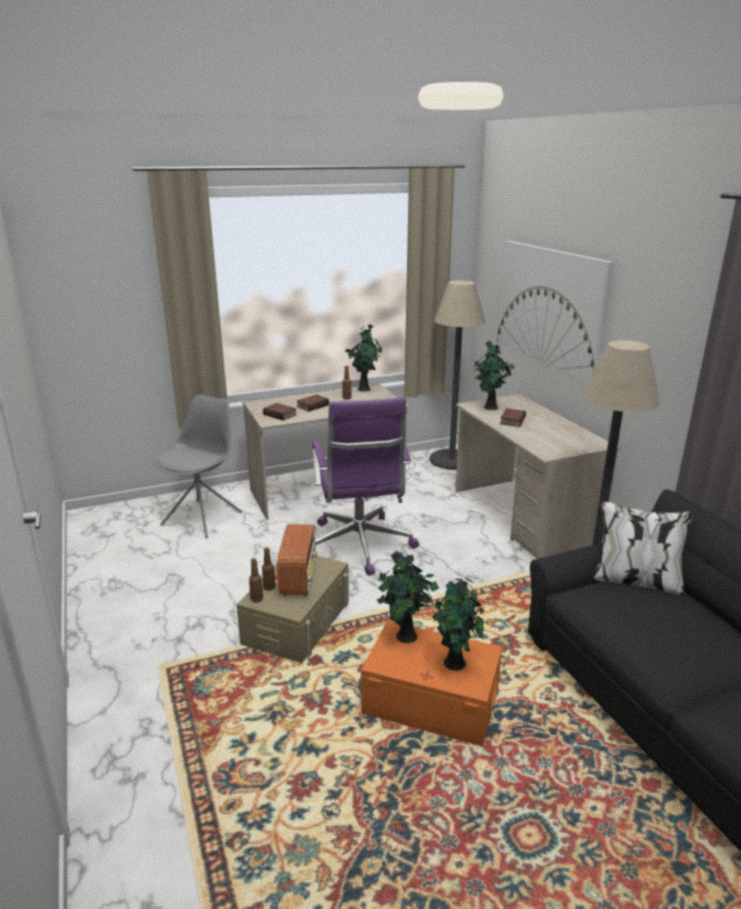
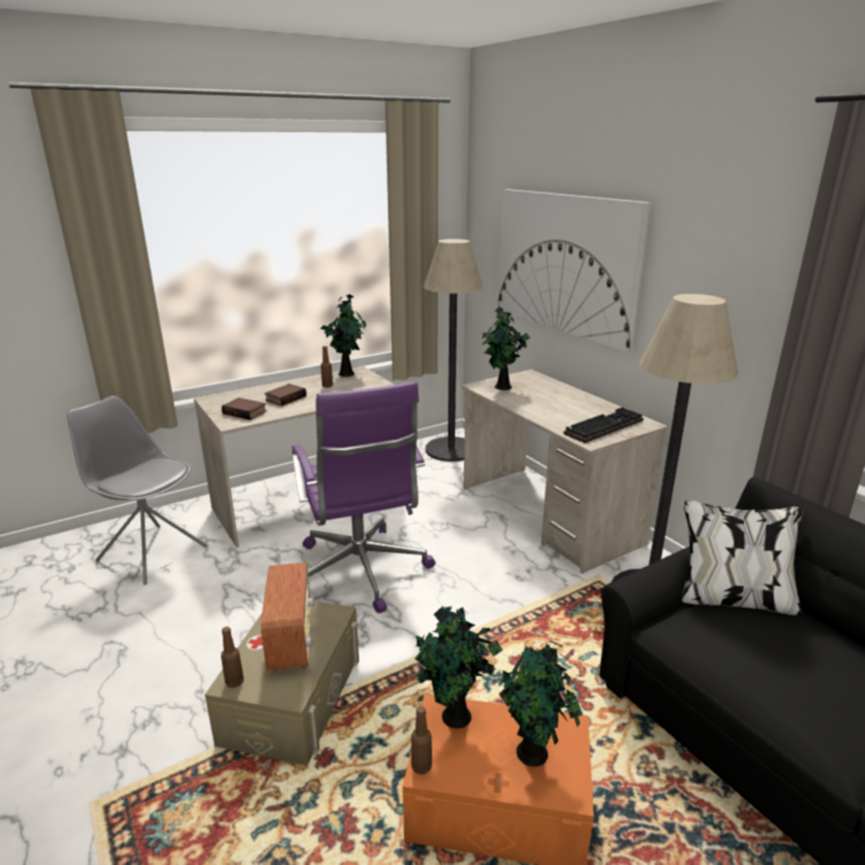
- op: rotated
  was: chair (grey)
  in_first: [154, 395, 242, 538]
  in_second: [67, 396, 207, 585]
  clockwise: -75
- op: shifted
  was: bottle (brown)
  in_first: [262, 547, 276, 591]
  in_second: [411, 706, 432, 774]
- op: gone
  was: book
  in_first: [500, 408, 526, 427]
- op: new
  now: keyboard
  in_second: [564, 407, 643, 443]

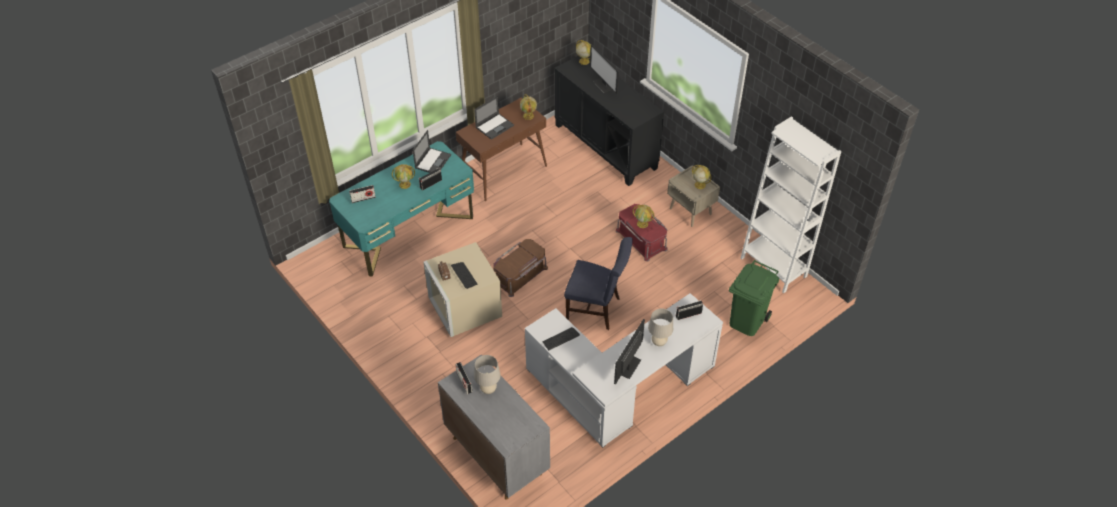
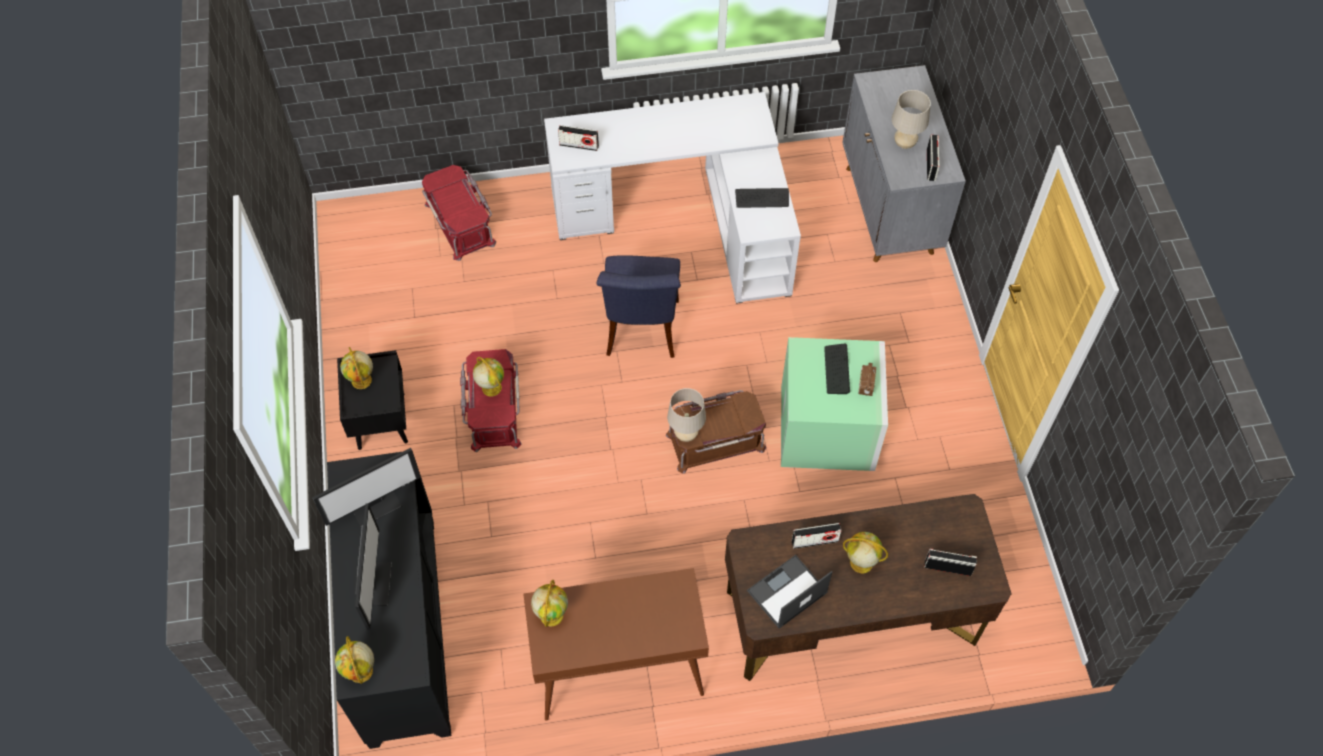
- op: repainted
  was: desk (turquoise)
  now: desk (brown)
  in_first: [329, 141, 474, 277]
  in_second: [725, 494, 1012, 681]
- op: repainted
  was: storage box (beige)
  now: storage box (green)
  in_first: [424, 242, 502, 337]
  in_second: [781, 337, 888, 471]
- op: gone
  was: laptop
  in_first: [474, 96, 514, 140]
- op: rotated
  was: chair (blue)
  in_first: [564, 237, 633, 330]
  in_second: [596, 255, 681, 358]
  clockwise: -135
- op: shifted
  was: monitor
  in_first: [614, 319, 645, 384]
  in_second: [312, 448, 421, 527]
- op: shifted
  was: table lamp (beige)
  in_first: [648, 309, 673, 346]
  in_second: [667, 388, 706, 442]
- op: repainted
  was: nightstand (beige)
  now: nightstand (black)
  in_first: [667, 165, 720, 227]
  in_second: [337, 350, 408, 450]
- op: swapped
  was: trash can (green)
  now: storage box (red)
  in_first: [729, 260, 779, 336]
  in_second: [422, 165, 496, 261]
- op: gone
  was: bookcase (white)
  in_first: [741, 116, 841, 294]

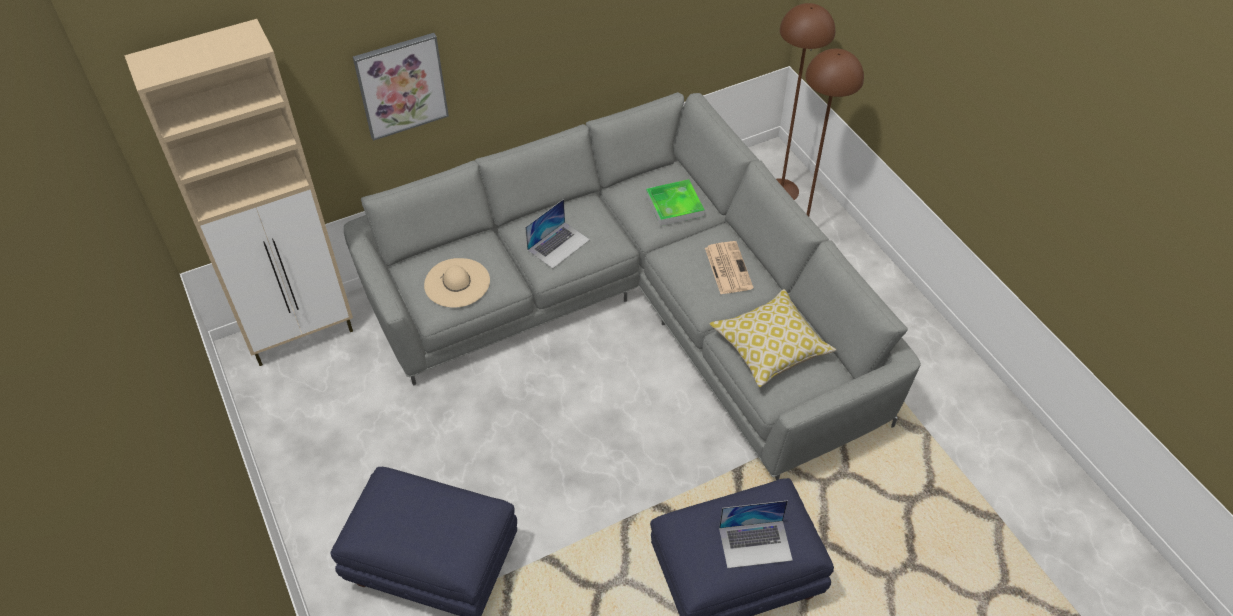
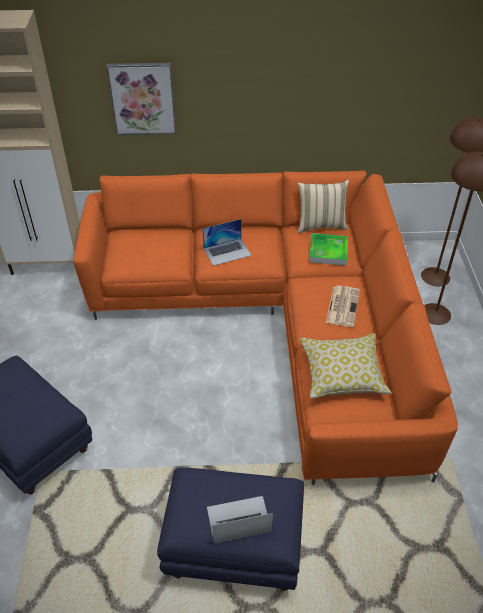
- op: repainted
  was: sofa (grey)
  now: sofa (orange)
  in_first: [344, 92, 921, 480]
  in_second: [73, 170, 458, 485]
- op: gone
  was: hat (beige)
  in_first: [424, 258, 490, 308]
- op: rotated
  was: laptop
  in_first: [719, 500, 793, 568]
  in_second: [207, 496, 273, 543]
  clockwise: 150
- op: new
  now: pillow (beige)
  in_second: [298, 180, 349, 233]

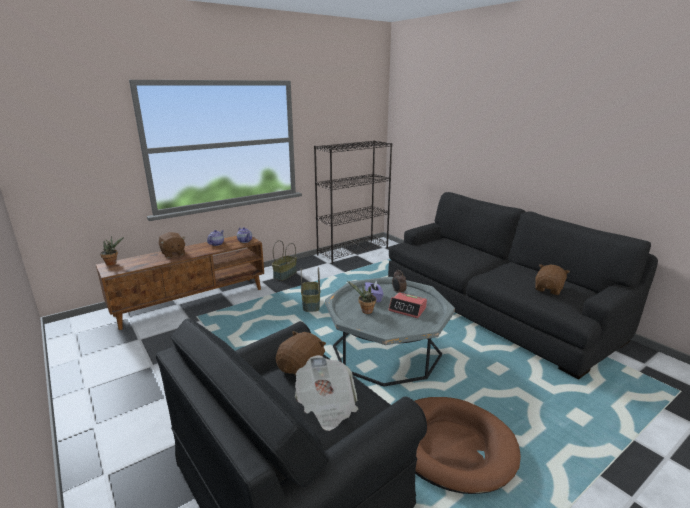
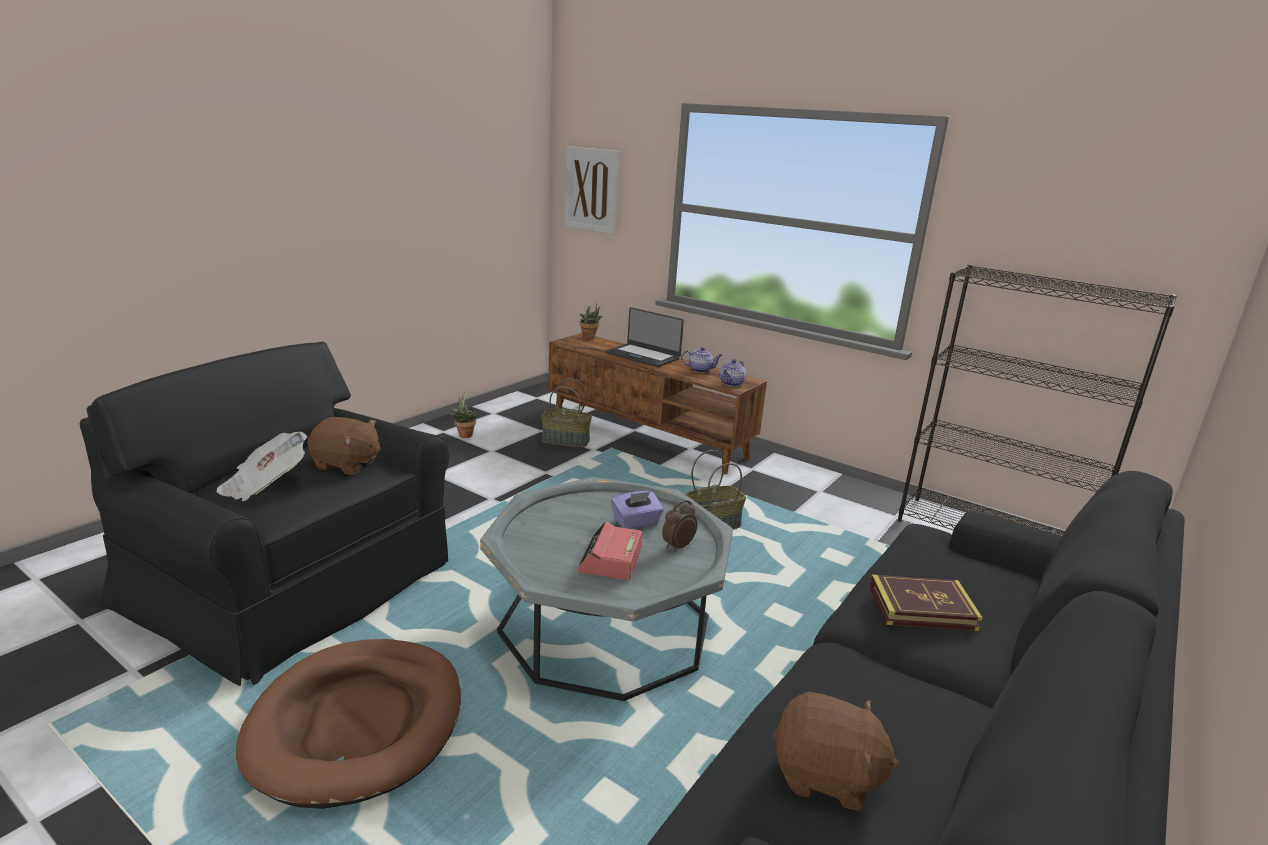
- op: swapped
  was: plush toy (brown)
  now: laptop
  in_first: [159, 232, 186, 258]
  in_second: [605, 307, 684, 367]
- op: shifted
  was: basket
  in_first: [272, 240, 297, 281]
  in_second: [541, 378, 592, 447]
- op: shifted
  was: potted plant
  in_first: [347, 281, 376, 314]
  in_second: [450, 391, 478, 438]
- op: new
  now: picture
  in_second: [564, 146, 620, 235]
- op: new
  now: book
  in_second: [869, 575, 983, 631]

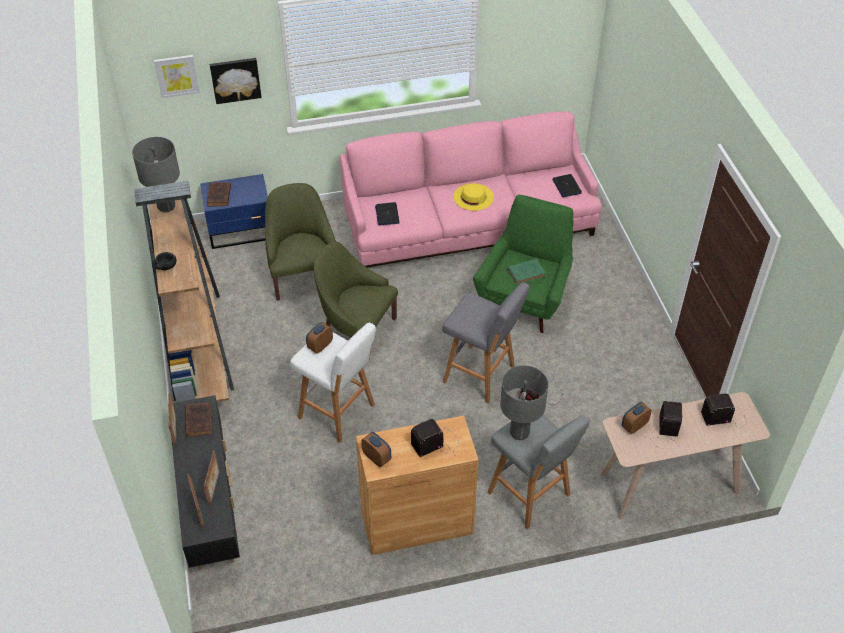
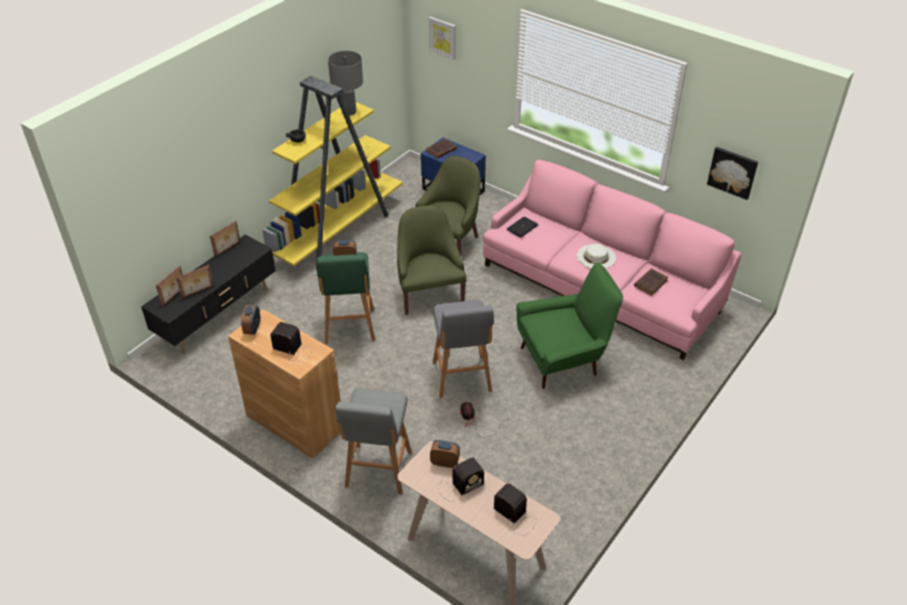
- op: repainted
  was: bookcase (brown)
  now: bookcase (yellow)
  in_first: [134, 181, 234, 402]
  in_second: [262, 76, 403, 269]
- op: shifted
  was: book (brown)
  in_first: [186, 402, 212, 437]
  in_second: [634, 268, 668, 296]
- op: shifted
  was: picture
  in_first: [210, 58, 262, 104]
  in_second: [707, 147, 758, 200]
- op: repainted
  was: stool (white)
  now: stool (green)
  in_first: [290, 323, 376, 443]
  in_second: [317, 252, 375, 344]
- op: repainted
  was: hat (yellow)
  now: hat (white)
  in_first: [453, 183, 494, 211]
  in_second: [577, 244, 616, 269]
- op: gone
  was: table lamp (grey)
  in_first: [500, 365, 548, 440]
- op: gone
  was: book (green)
  in_first: [507, 259, 546, 285]
- op: gone
  was: laptop
  in_first: [552, 174, 582, 197]

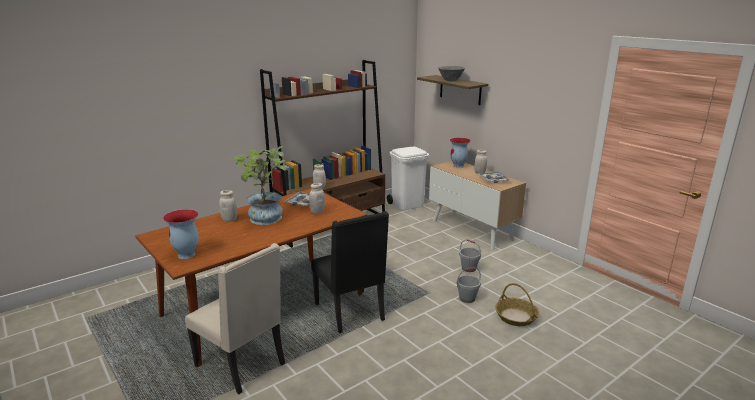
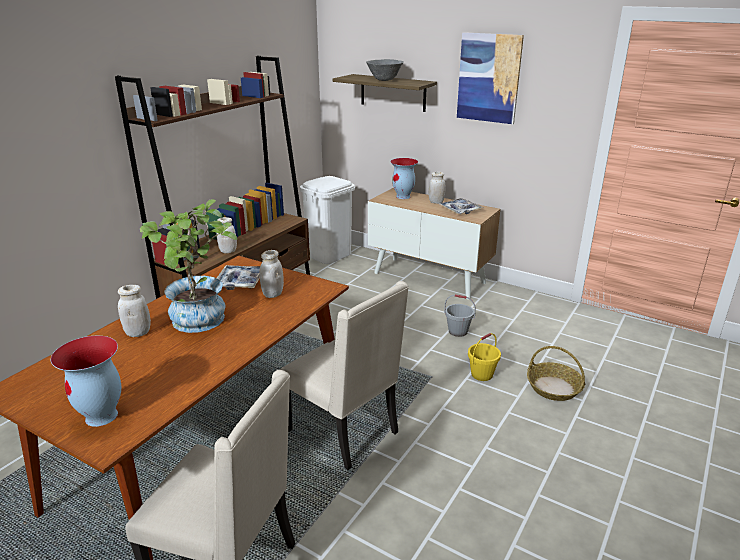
- op: repainted
  was: chair (black)
  now: chair (beige)
  in_first: [311, 211, 389, 333]
  in_second: [280, 281, 409, 470]
- op: repainted
  was: bucket (grey)
  now: bucket (yellow)
  in_first: [456, 267, 481, 303]
  in_second: [468, 333, 501, 381]
- op: new
  now: picture
  in_second: [457, 32, 524, 124]

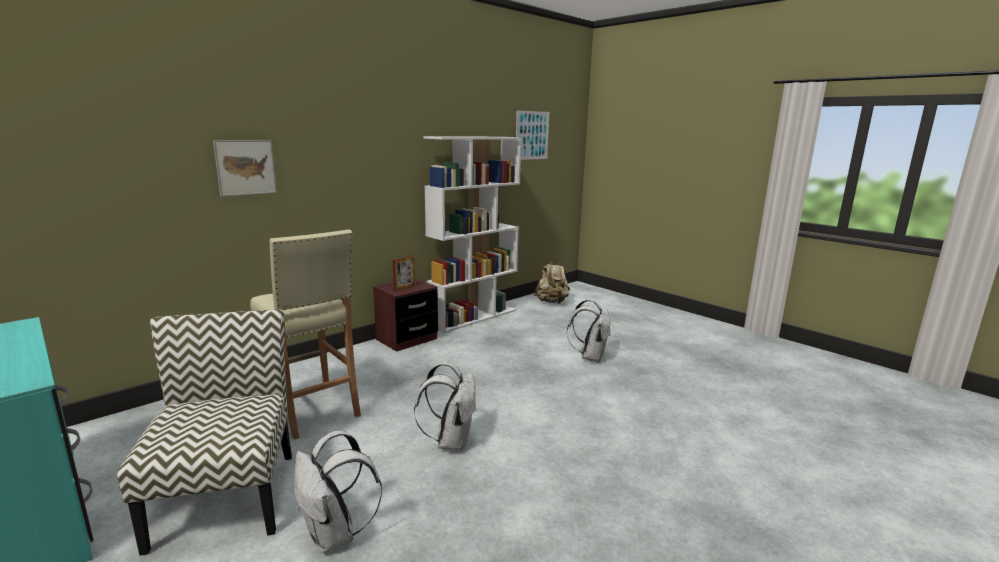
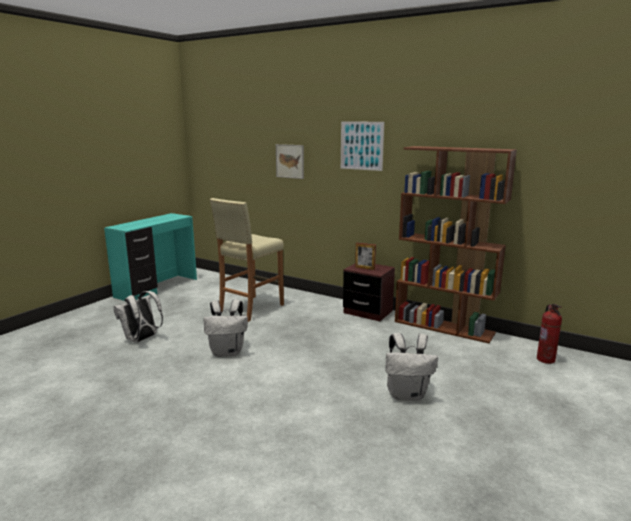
- op: gone
  was: chair
  in_first: [117, 309, 292, 556]
- op: repainted
  was: bookcase (white)
  now: bookcase (brown)
  in_first: [423, 136, 522, 333]
  in_second: [395, 146, 517, 344]
- op: shifted
  was: picture
  in_first: [516, 110, 549, 160]
  in_second: [341, 121, 384, 171]
- op: swapped
  was: backpack (beige)
  now: fire extinguisher
  in_first: [534, 259, 570, 304]
  in_second: [537, 304, 562, 364]

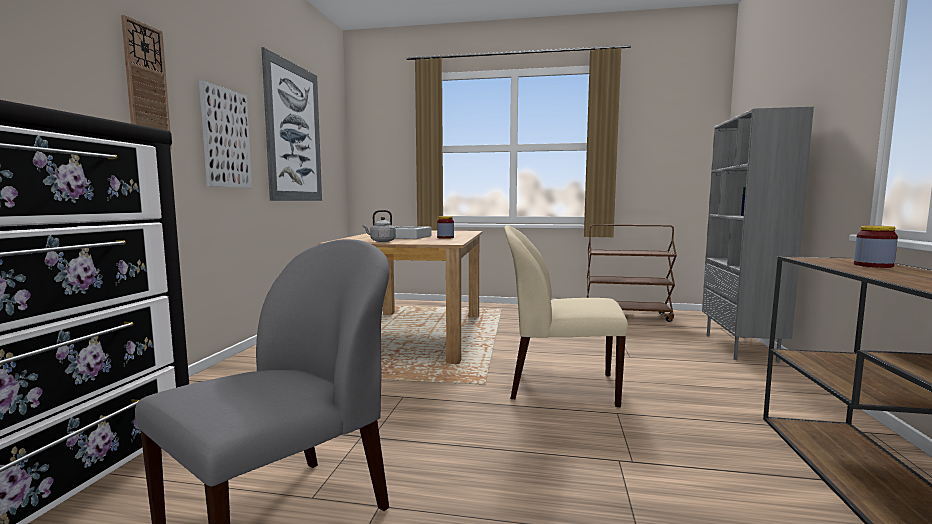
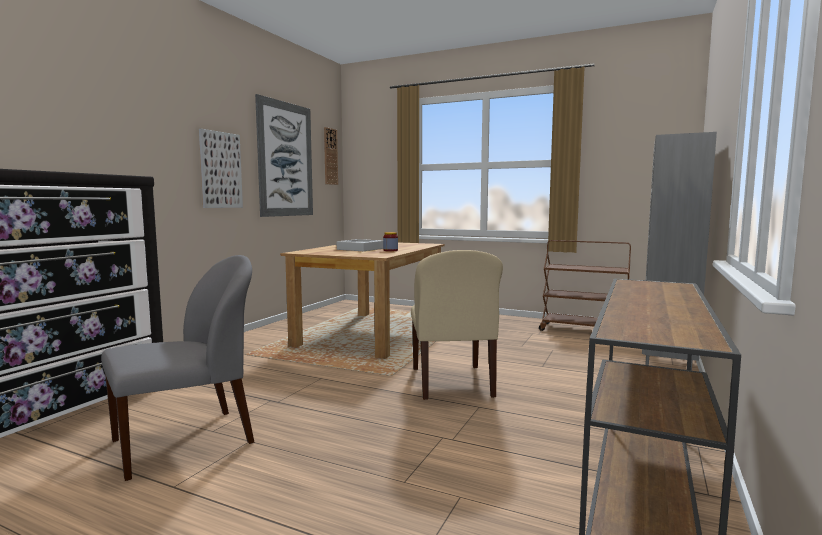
- op: shifted
  was: wall clock
  in_first: [121, 15, 172, 149]
  in_second: [324, 127, 338, 185]
- op: gone
  was: kettle (grey)
  in_first: [362, 210, 396, 242]
- op: rotated
  was: chair (beige)
  in_first: [504, 225, 628, 407]
  in_second: [411, 250, 503, 400]
  clockwise: -120
- op: gone
  was: jar
  in_first: [854, 226, 898, 268]

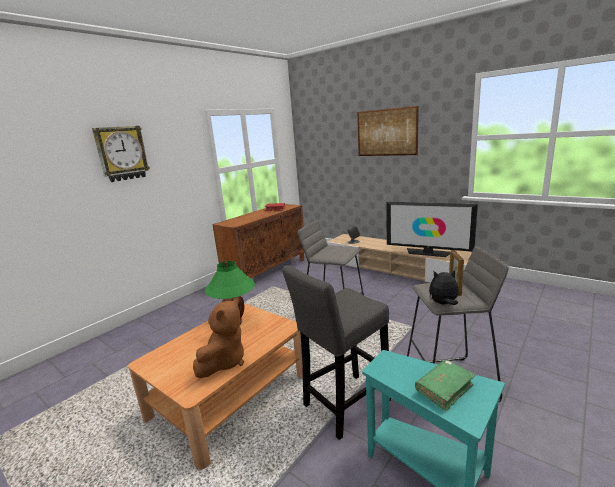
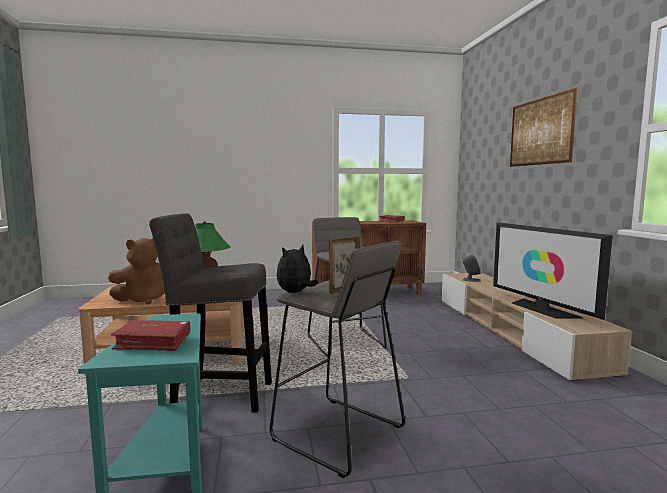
- op: gone
  was: wall clock
  in_first: [92, 126, 150, 182]
- op: repainted
  was: book (green)
  now: book (red)
  in_first: [415, 360, 475, 411]
  in_second: [111, 320, 190, 351]
- op: rotated
  was: plush toy
  in_first: [429, 270, 459, 305]
  in_second: [277, 245, 318, 293]
  clockwise: -90

